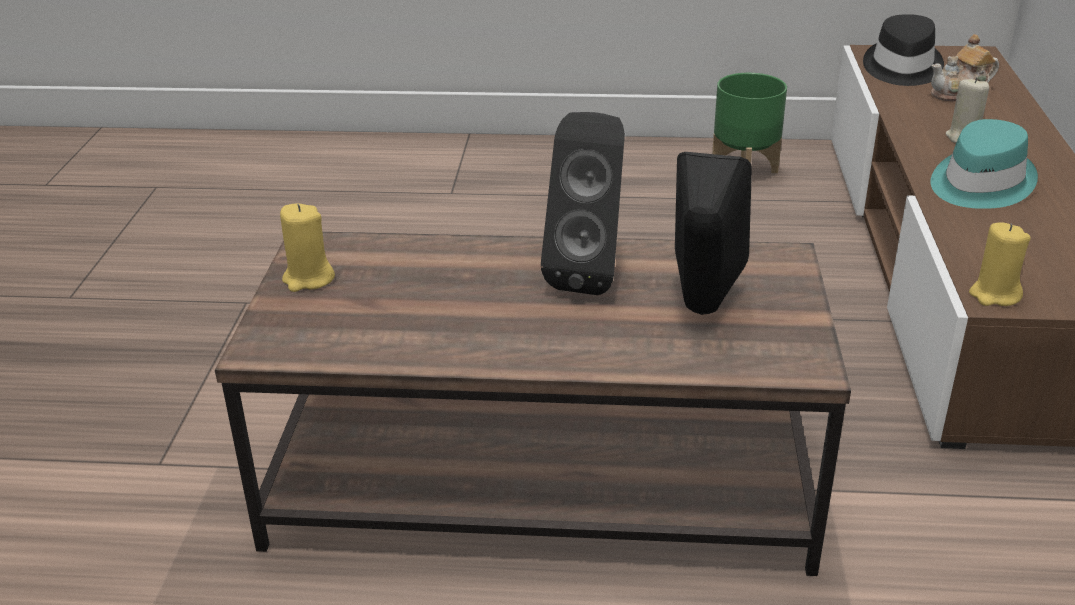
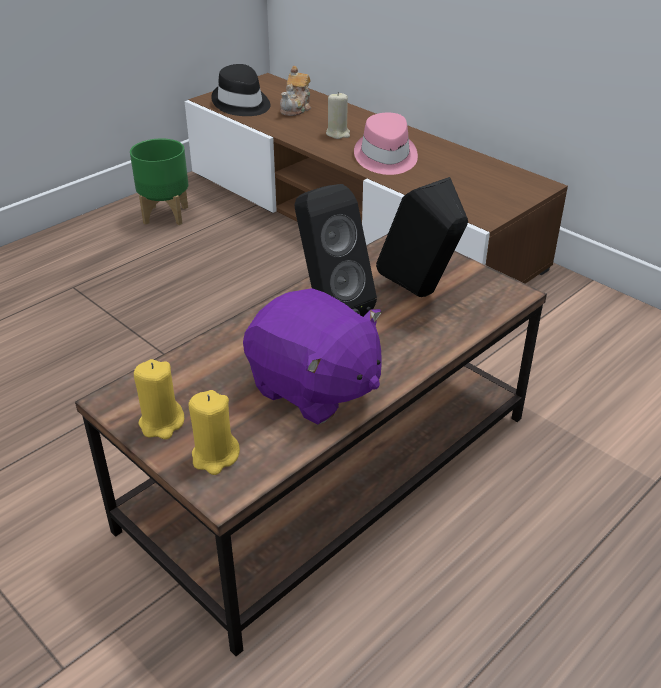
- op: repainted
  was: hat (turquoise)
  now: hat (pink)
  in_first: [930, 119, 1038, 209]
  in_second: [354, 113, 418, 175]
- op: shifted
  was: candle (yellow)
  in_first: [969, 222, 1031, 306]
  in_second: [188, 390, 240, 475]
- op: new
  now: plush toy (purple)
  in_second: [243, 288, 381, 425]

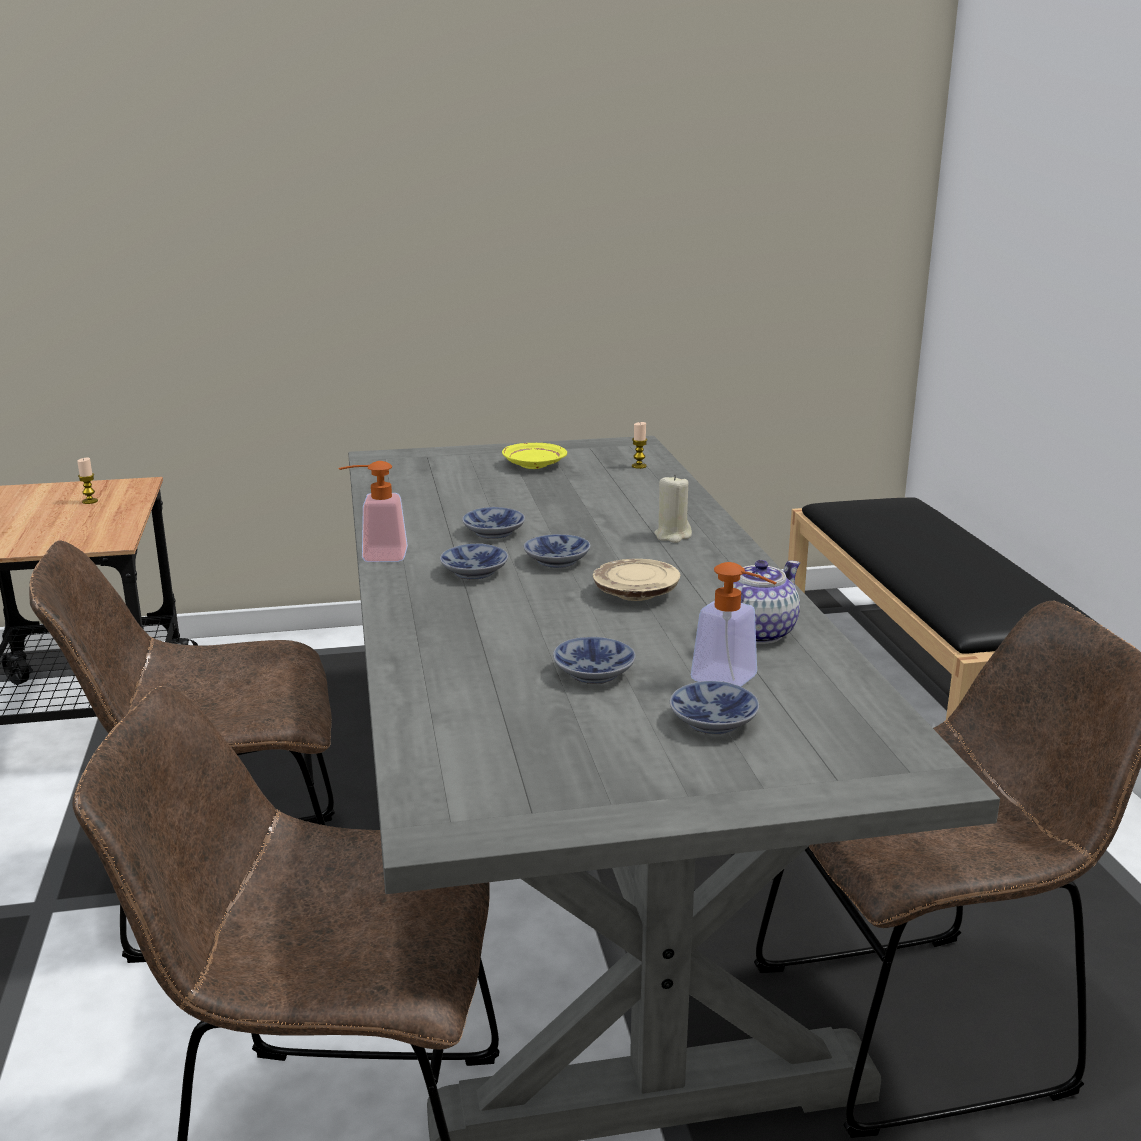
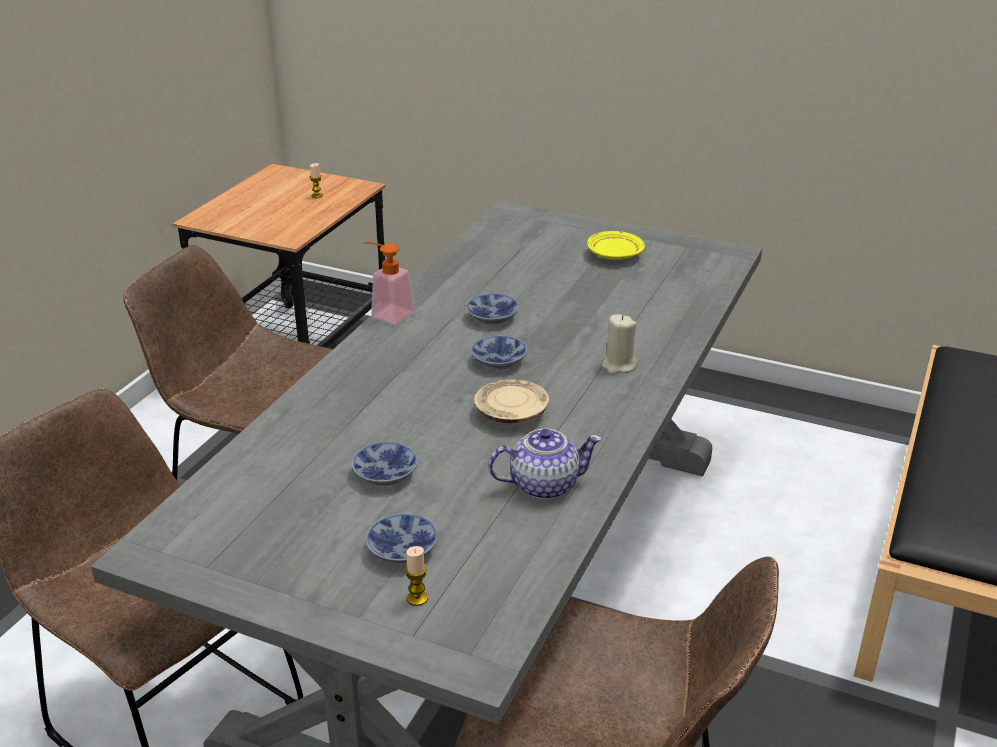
- op: gone
  was: bowl
  in_first: [440, 543, 508, 580]
- op: shifted
  was: candle
  in_first: [632, 422, 647, 469]
  in_second: [405, 546, 428, 606]
- op: gone
  was: soap dispenser
  in_first: [691, 562, 777, 687]

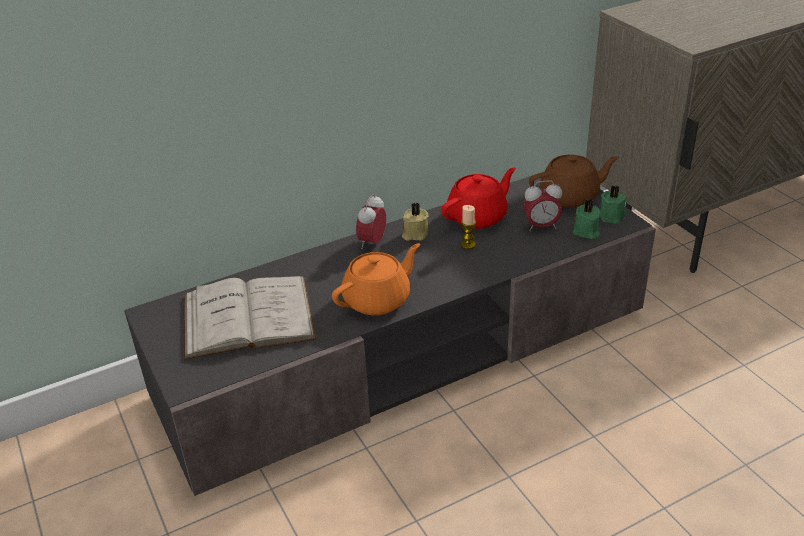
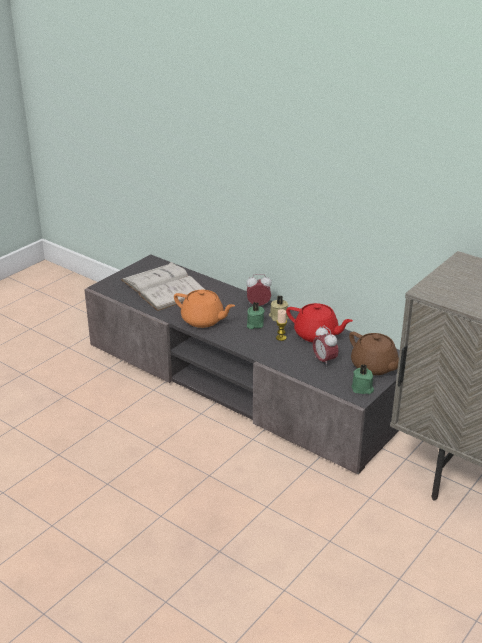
- op: shifted
  was: candle (green)
  in_first: [573, 200, 601, 239]
  in_second: [247, 302, 265, 329]

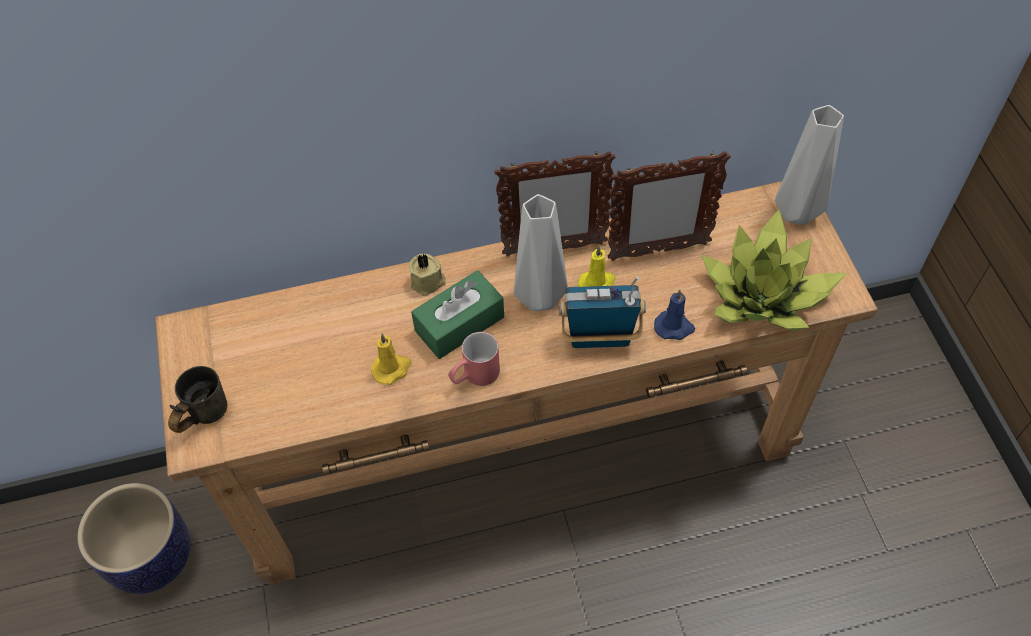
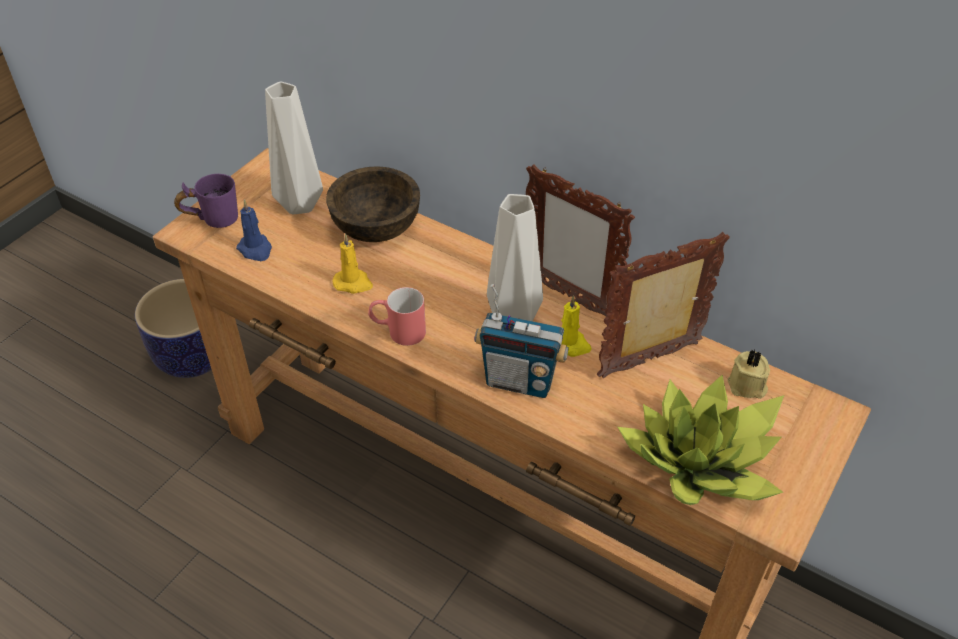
- op: repainted
  was: mug (grey)
  now: mug (purple)
  in_first: [168, 366, 227, 433]
  in_second: [174, 174, 238, 228]
- op: shifted
  was: candle (beige)
  in_first: [409, 253, 445, 296]
  in_second: [727, 349, 770, 399]
- op: gone
  was: tissue box (green)
  in_first: [411, 270, 504, 359]
- op: rotated
  was: radio
  in_first: [559, 276, 646, 348]
  in_second: [474, 284, 569, 398]
  clockwise: 150
- op: rotated
  was: picture frame
  in_first: [608, 151, 731, 261]
  in_second: [597, 232, 730, 378]
  clockwise: 120
- op: shifted
  was: candle (blue)
  in_first: [654, 289, 695, 340]
  in_second: [236, 200, 272, 261]
- op: shifted
  was: vase (grey)
  in_first: [775, 105, 844, 225]
  in_second: [265, 81, 323, 215]
- op: new
  now: bowl (brown)
  in_second: [326, 166, 420, 242]

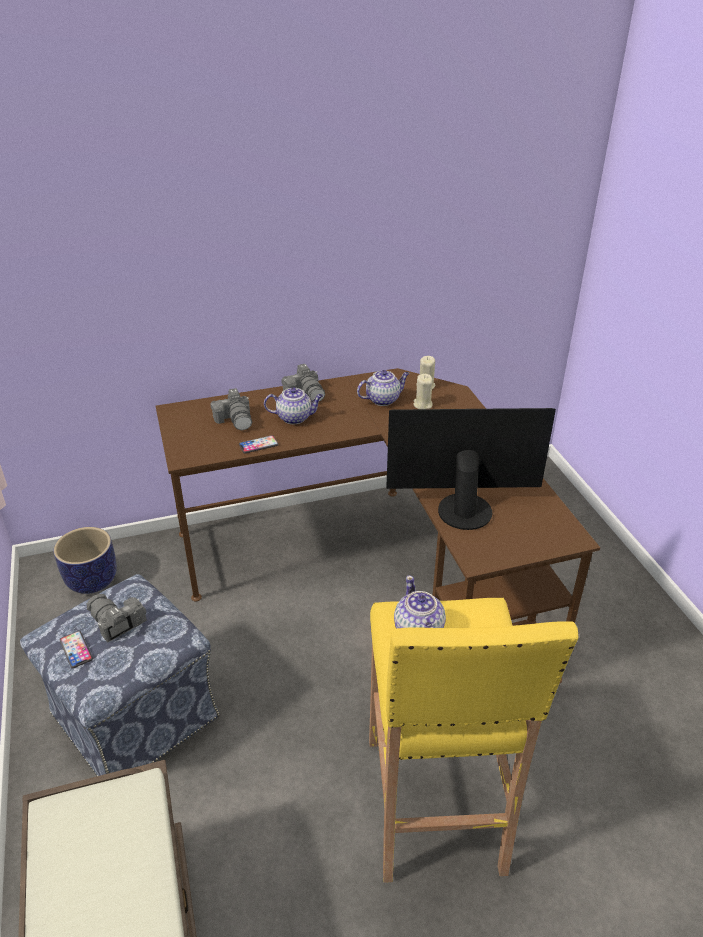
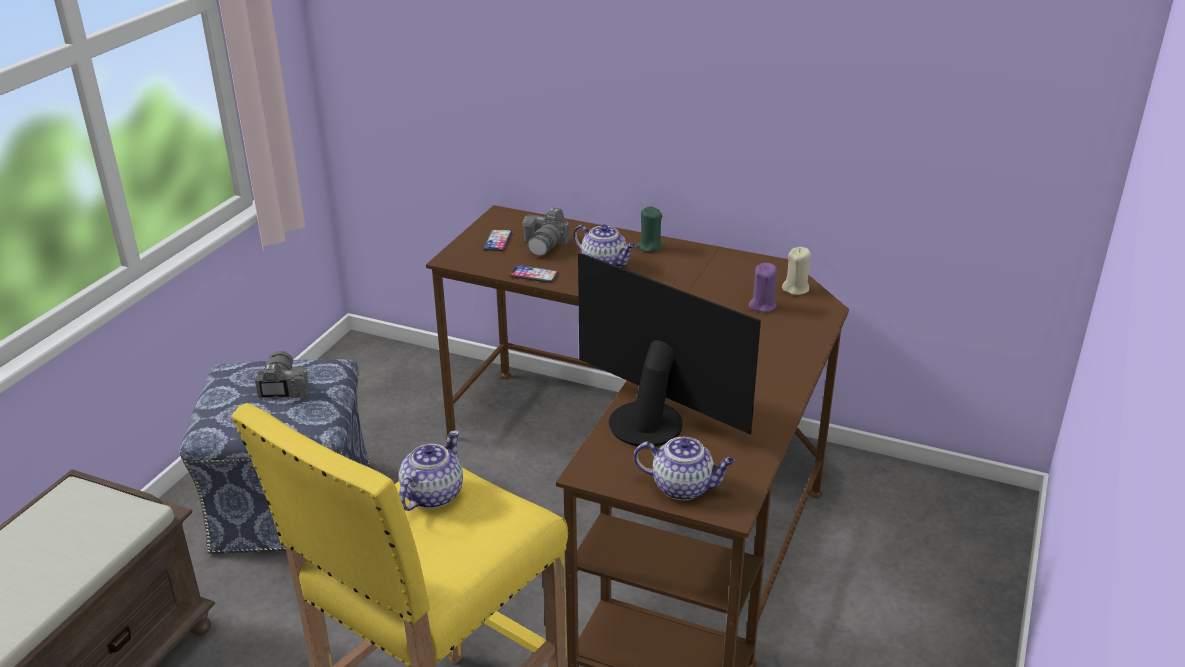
- op: gone
  was: planter
  in_first: [54, 527, 117, 594]
- op: shifted
  was: phone
  in_first: [59, 631, 93, 669]
  in_second: [483, 229, 512, 251]
- op: swapped
  was: photo camera
  now: candle (green)
  in_first: [281, 364, 325, 401]
  in_second: [636, 206, 664, 253]
- op: shifted
  was: teapot
  in_first: [357, 370, 410, 406]
  in_second: [634, 437, 735, 500]
- op: repainted
  was: candle (beige)
  now: candle (purple)
  in_first: [414, 374, 433, 409]
  in_second: [749, 263, 777, 313]

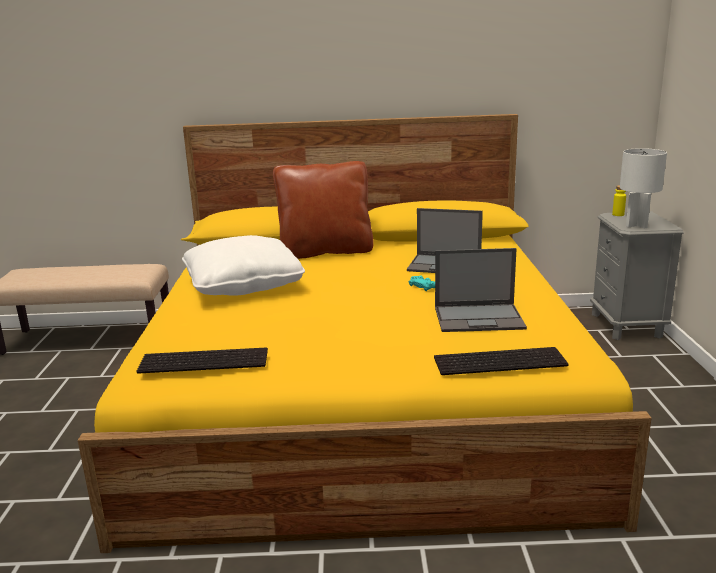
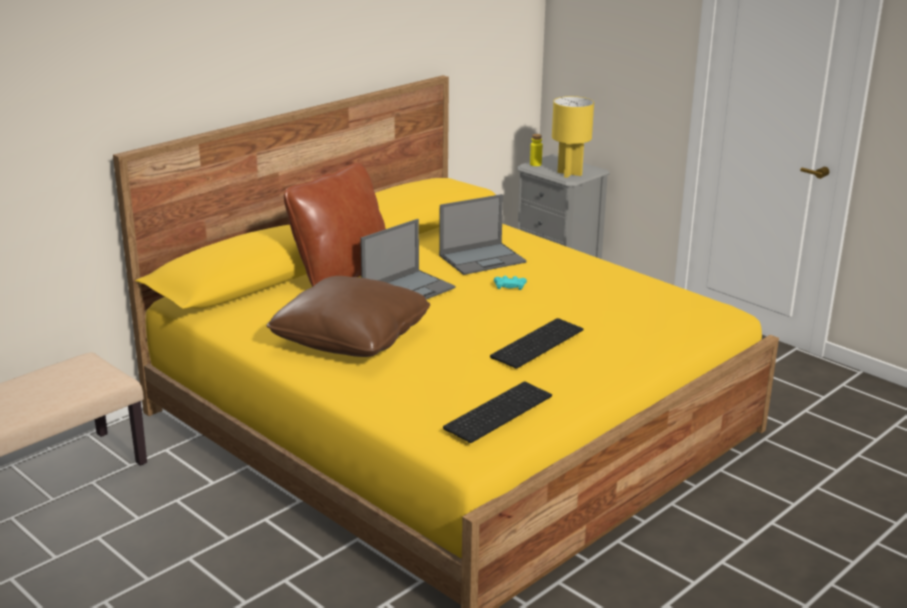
- op: repainted
  was: pillow (white)
  now: pillow (brown)
  in_first: [182, 235, 305, 296]
  in_second: [267, 276, 430, 357]
- op: shifted
  was: keyboard
  in_first: [434, 347, 569, 375]
  in_second: [490, 318, 584, 369]
- op: shifted
  was: laptop
  in_first: [435, 248, 527, 332]
  in_second: [360, 219, 455, 299]
- op: repainted
  was: table lamp (white)
  now: table lamp (yellow)
  in_first: [620, 148, 667, 229]
  in_second: [552, 96, 594, 178]

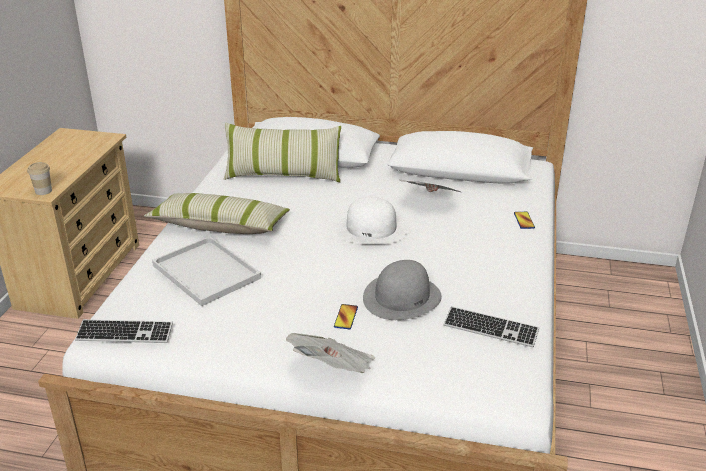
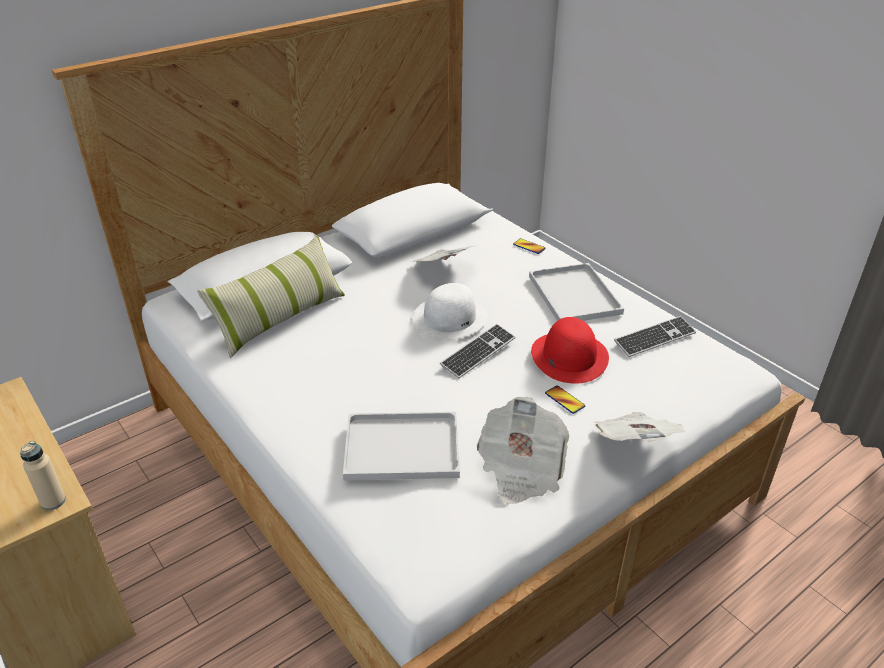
- op: swapped
  was: cup
  now: bottle (beige)
  in_first: [27, 162, 52, 195]
  in_second: [19, 441, 66, 510]
- op: shifted
  was: keyboard
  in_first: [75, 319, 173, 343]
  in_second: [440, 324, 515, 378]
- op: gone
  was: pillow
  in_first: [144, 193, 290, 234]
- op: repainted
  was: hat (grey)
  now: hat (red)
  in_first: [363, 260, 442, 320]
  in_second: [531, 317, 609, 384]
- op: new
  now: newspaper
  in_second: [477, 397, 569, 504]
- op: new
  now: tray (white)
  in_second: [529, 263, 624, 321]

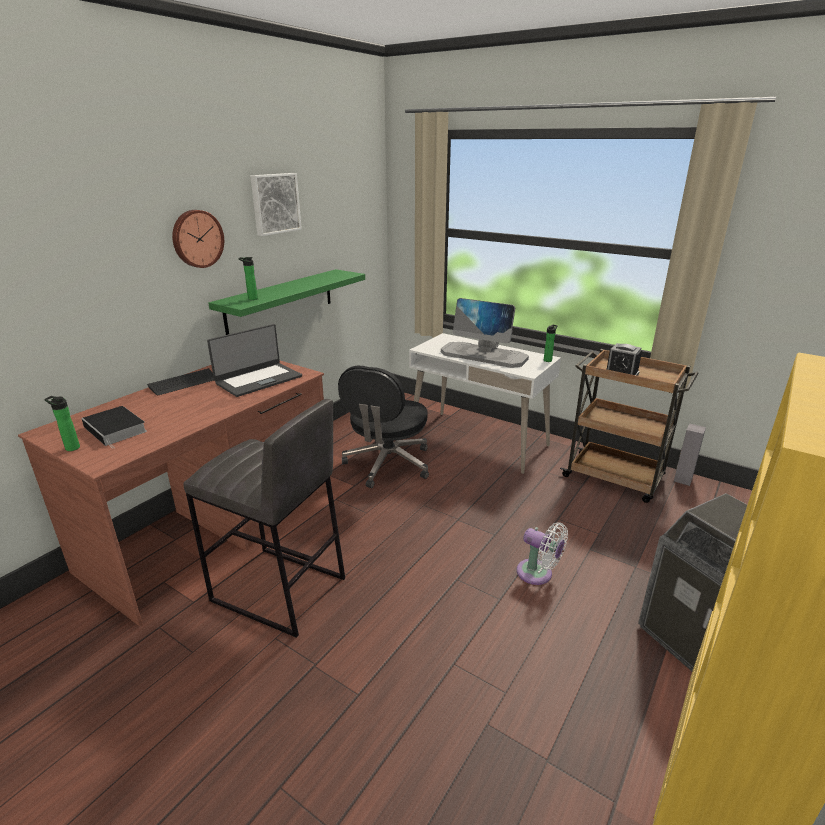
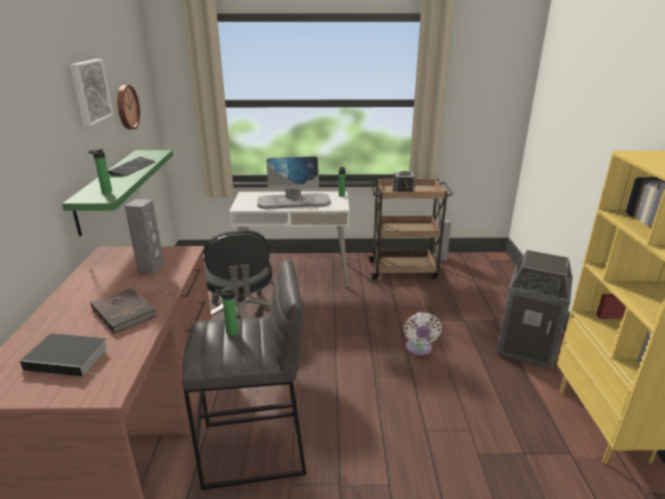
- op: shifted
  was: bottle
  in_first: [44, 396, 80, 451]
  in_second: [216, 287, 238, 336]
- op: shifted
  was: keyboard
  in_first: [147, 368, 214, 395]
  in_second: [108, 157, 155, 176]
- op: shifted
  was: wall clock
  in_first: [172, 210, 224, 268]
  in_second: [117, 85, 140, 130]
- op: swapped
  was: laptop
  now: speaker (grey)
  in_first: [207, 324, 302, 397]
  in_second: [125, 199, 164, 274]
- op: rotated
  was: fan (white)
  in_first: [517, 523, 568, 585]
  in_second: [404, 312, 441, 356]
  clockwise: 90
- op: new
  now: book (brown)
  in_second: [90, 288, 157, 333]

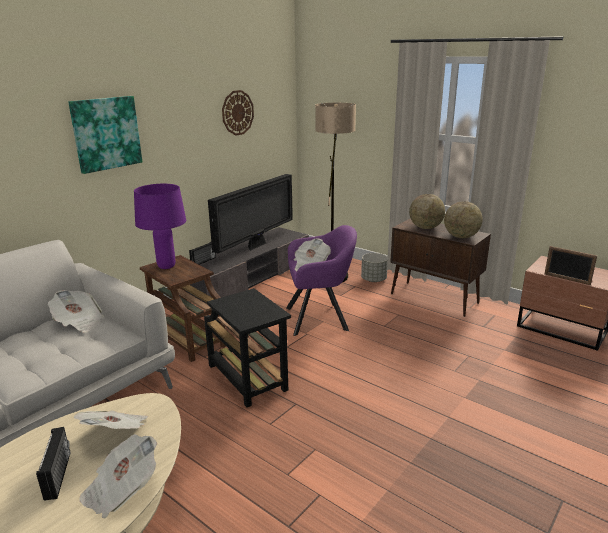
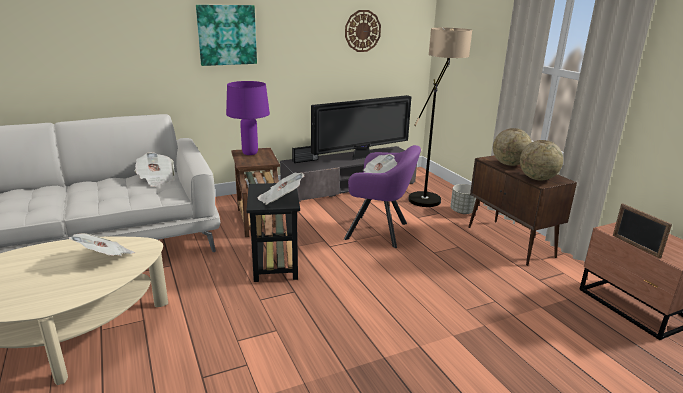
- op: gone
  was: radio
  in_first: [36, 427, 70, 501]
- op: shifted
  was: newspaper
  in_first: [79, 434, 157, 519]
  in_second: [258, 172, 304, 205]

